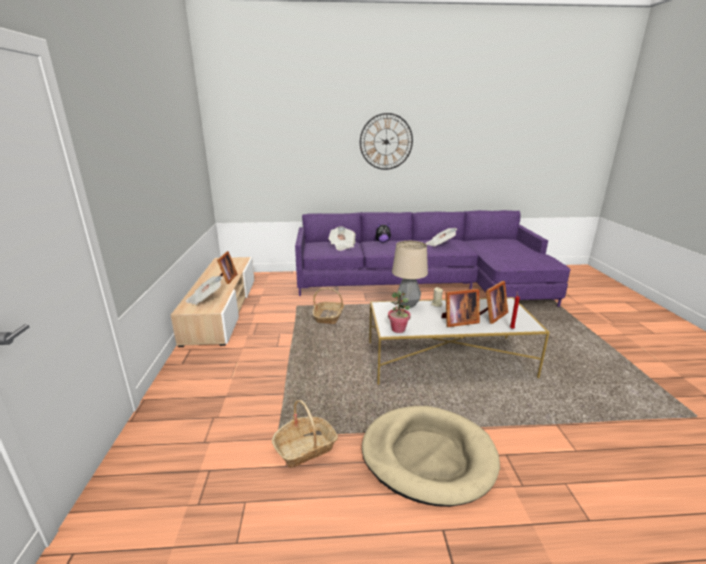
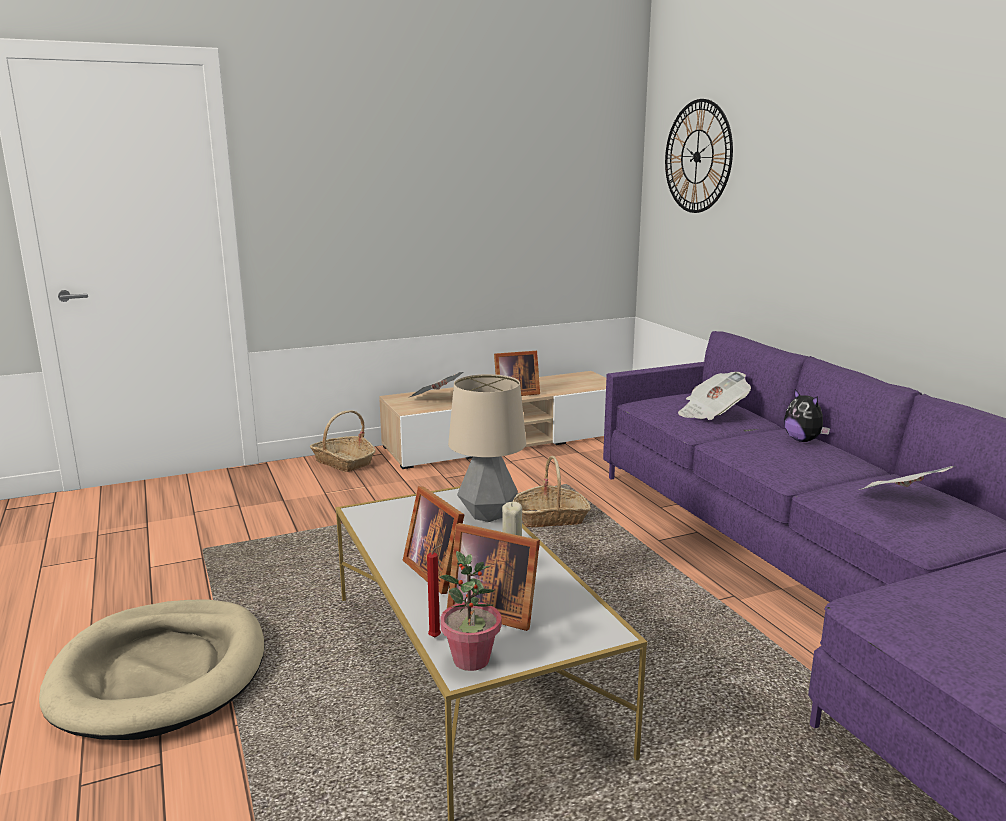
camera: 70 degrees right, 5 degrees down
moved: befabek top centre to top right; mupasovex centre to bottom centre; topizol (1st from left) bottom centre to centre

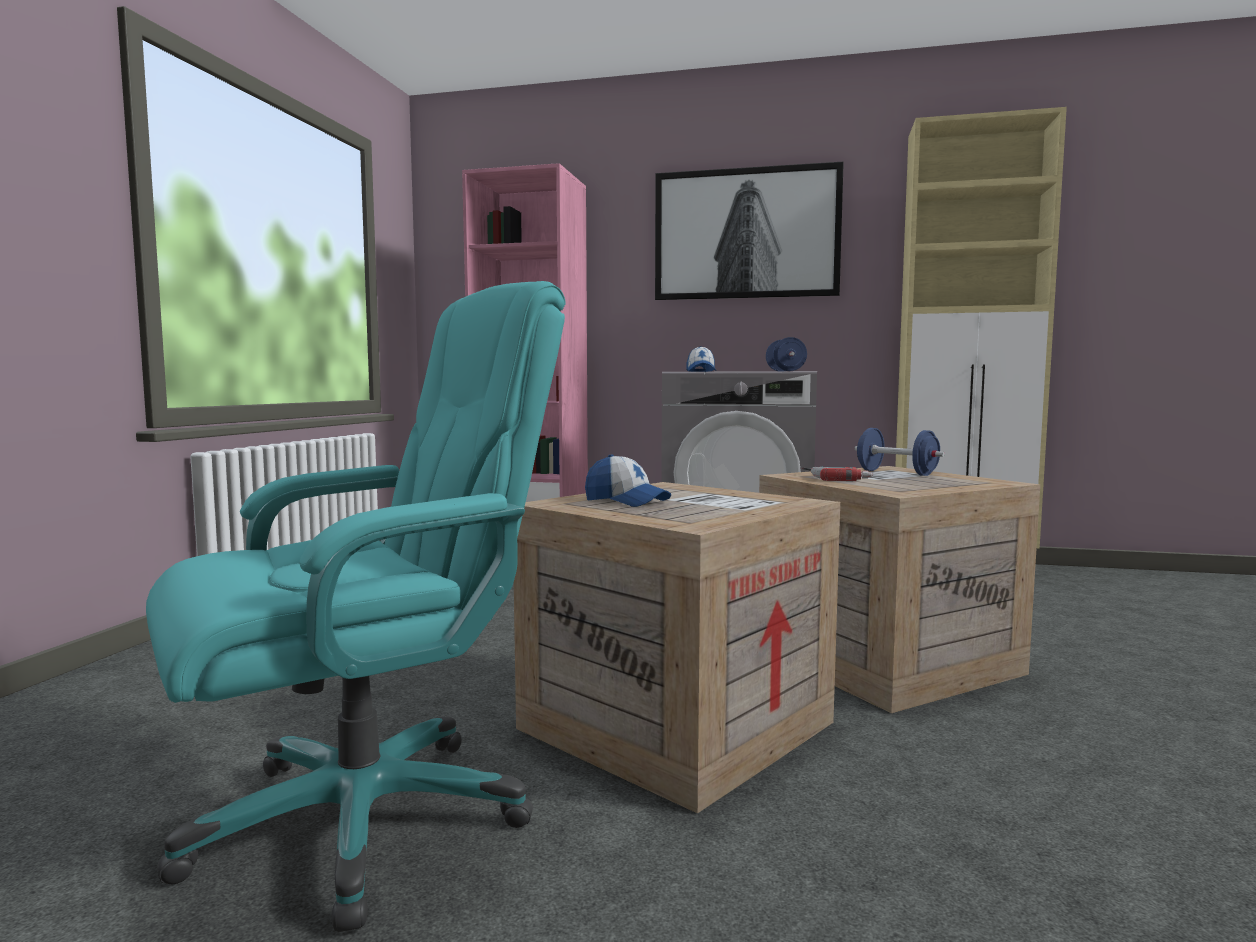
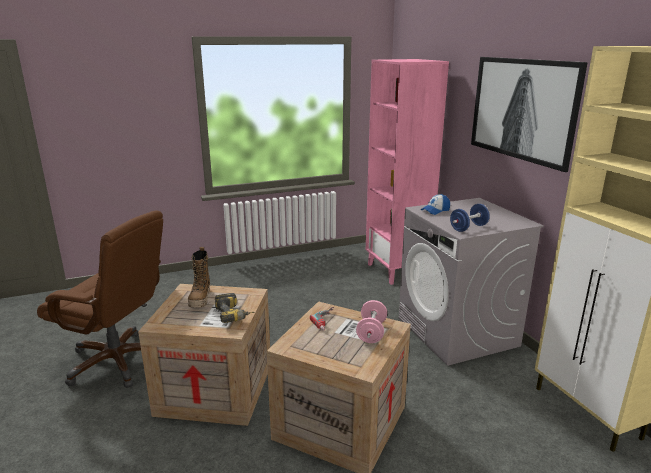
camera: 55 degrees right, 15 degrees up
added: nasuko (1st from left) centre
replaced: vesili (1st from left) centre to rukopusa middle left
recoloured: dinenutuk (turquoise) middle left to dinenutuk (brown) middle left; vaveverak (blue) (2nd from left) middle right to vaveverak (pink) bottom centre

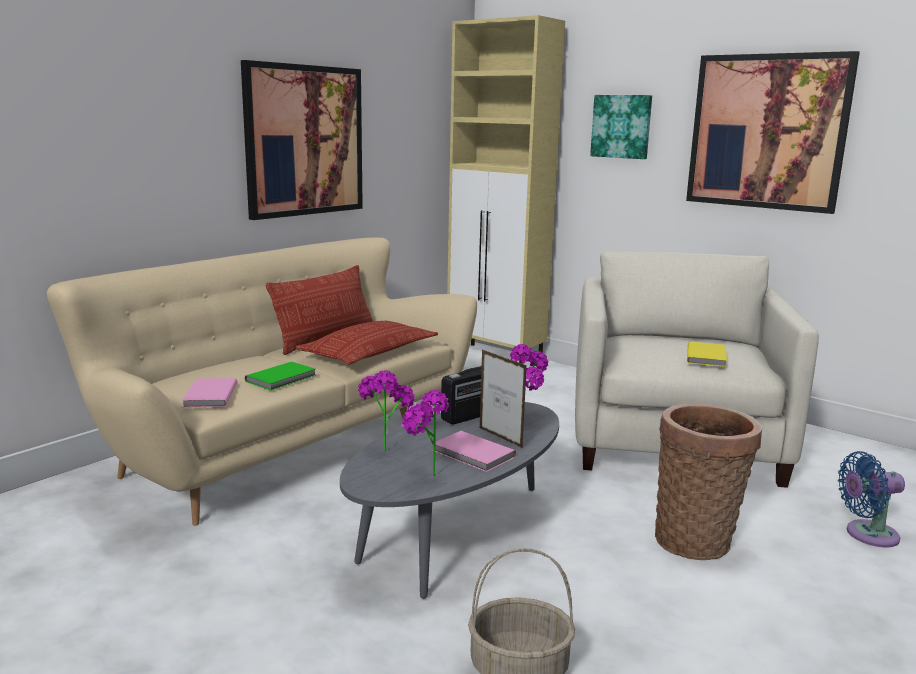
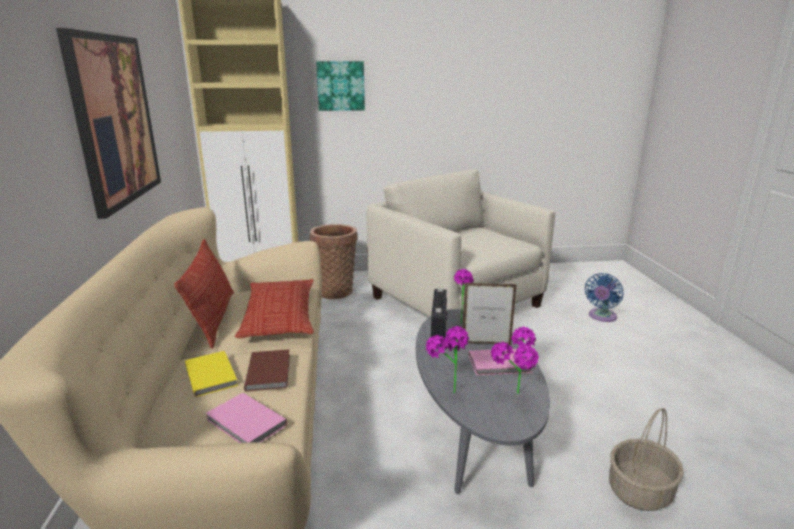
camera: 45 degrees left, 5 degrees up
removed: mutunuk (3rd from left) top right
moved: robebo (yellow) middle right to bottom left; topizol (2nd from left in the first image) bottom right to topizol (1st from left) centre
recoloured: robebo (green) middle left to robebo (brown) bottom centre

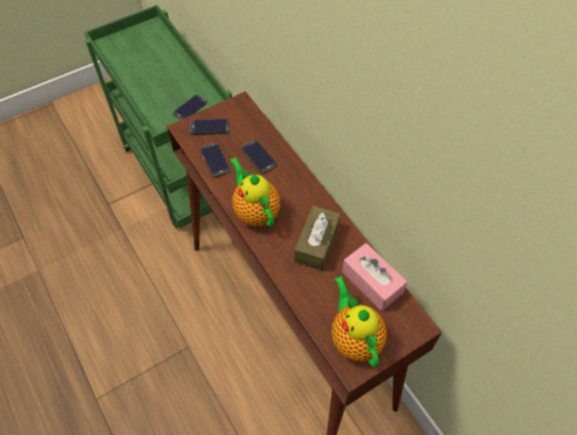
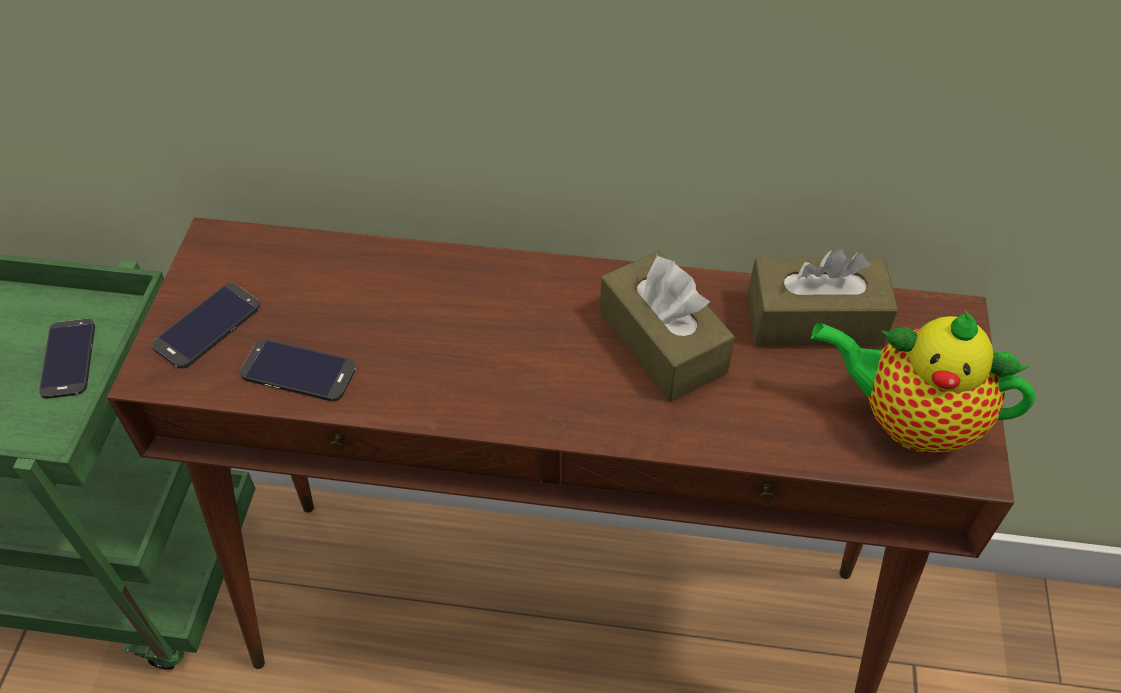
camera: 50 degrees left, 5 degrees down
removed: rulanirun (4th from left) centre; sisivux (1st from left) centre
recoloured: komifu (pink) centre to komifu (brown) (2nd from left) middle right

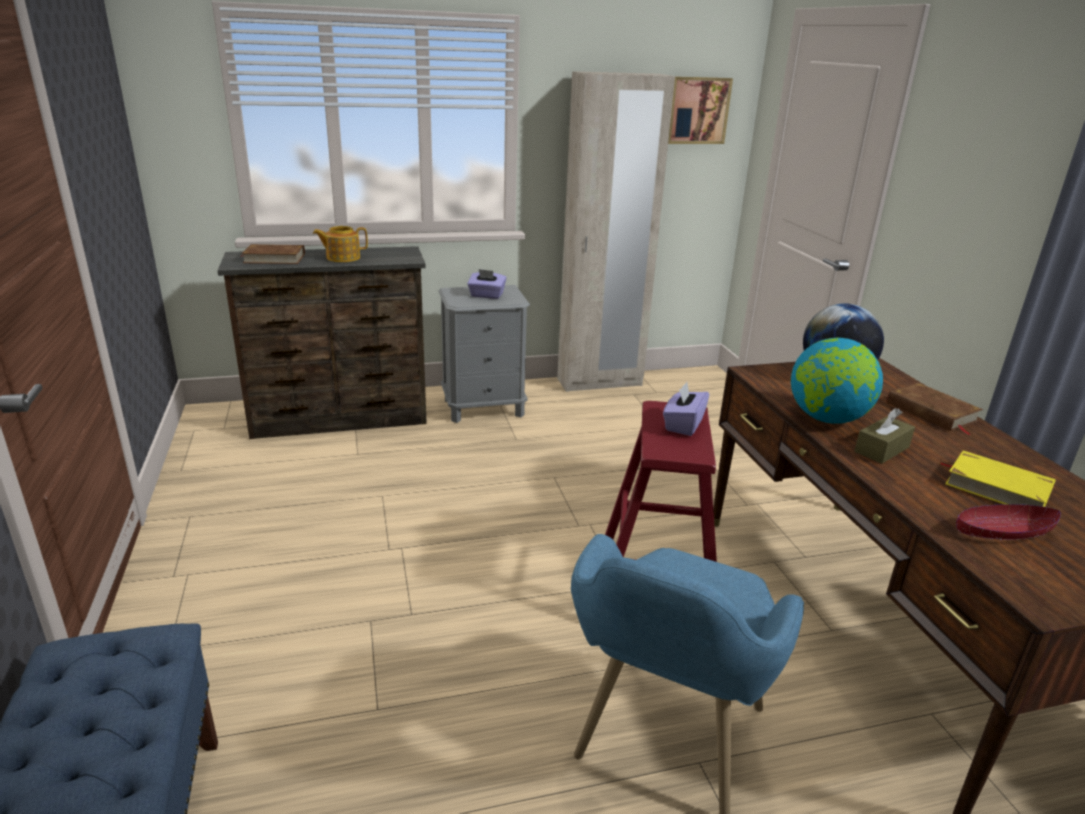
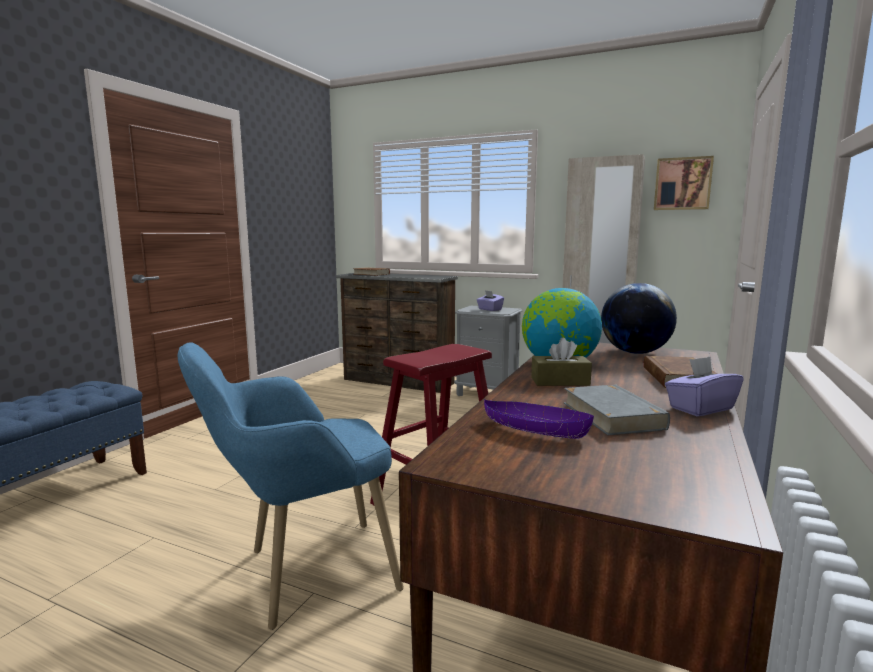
camera: 40 degrees right, 15 degrees down
removed: sisivux top left
moved: komifu (purple) (2nd from left) centre to middle right
recoloured: robebo (yellow) middle right to robebo (grey) middle right; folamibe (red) middle right to folamibe (purple) centre

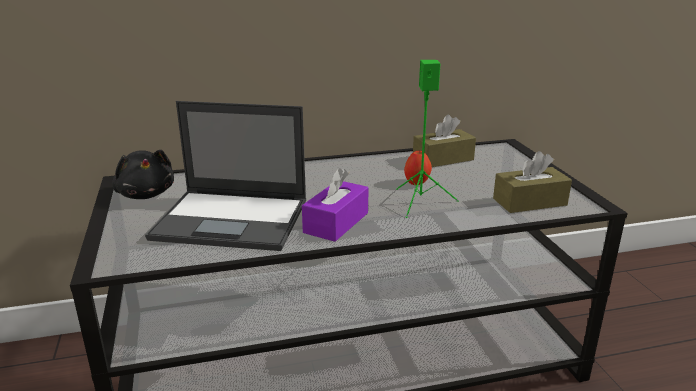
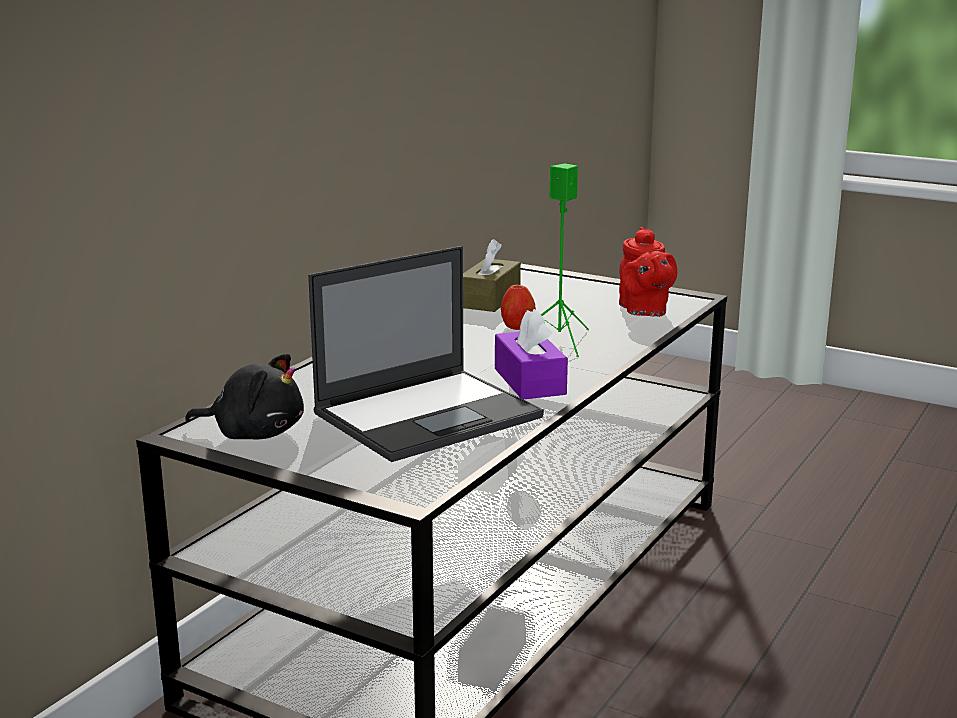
camera: 45 degrees left, 5 degrees down
replaced: komifu (brown) (2nd from left) middle right to sisivux (red) middle right

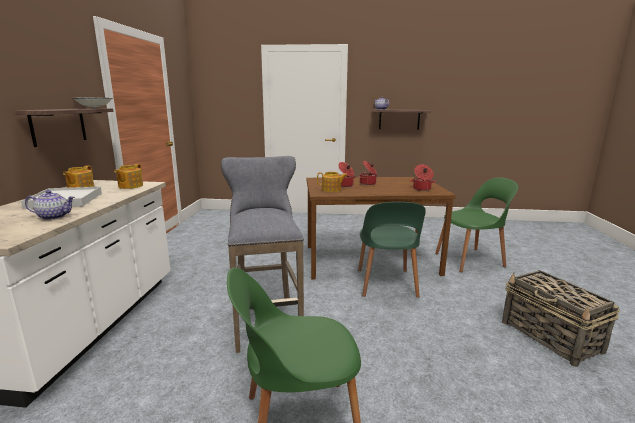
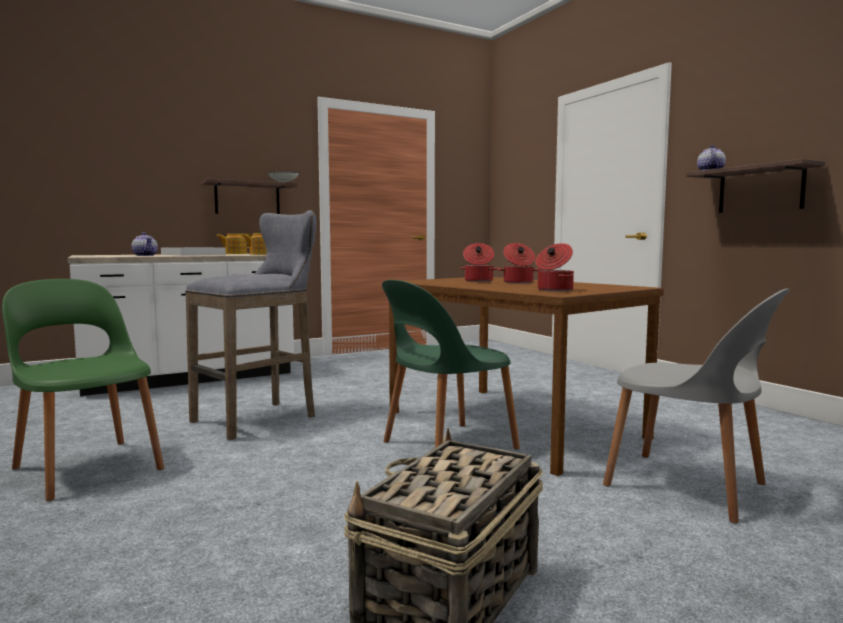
camera: 55 degrees right, 10 degrees down
removed: sisivux (4th from left) centre
recoloured: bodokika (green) (3rd from left) middle right to bodokika (grey) middle right

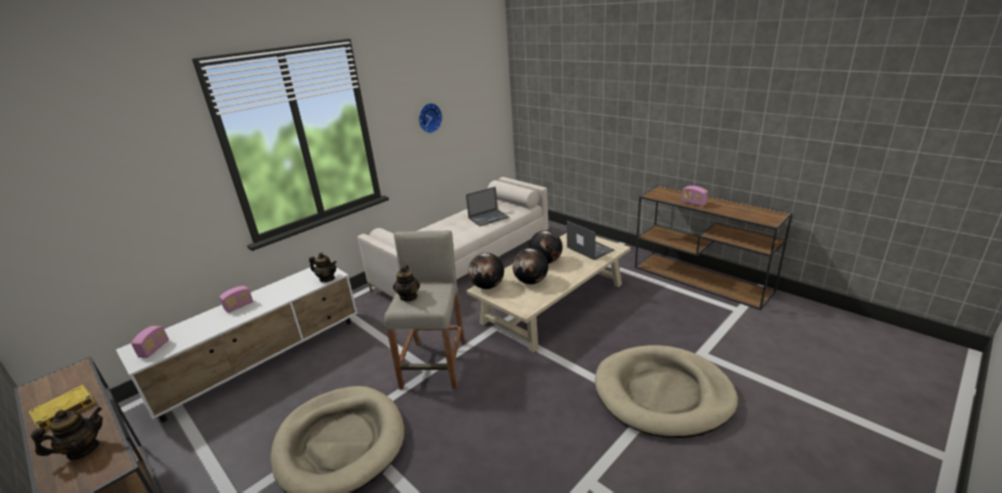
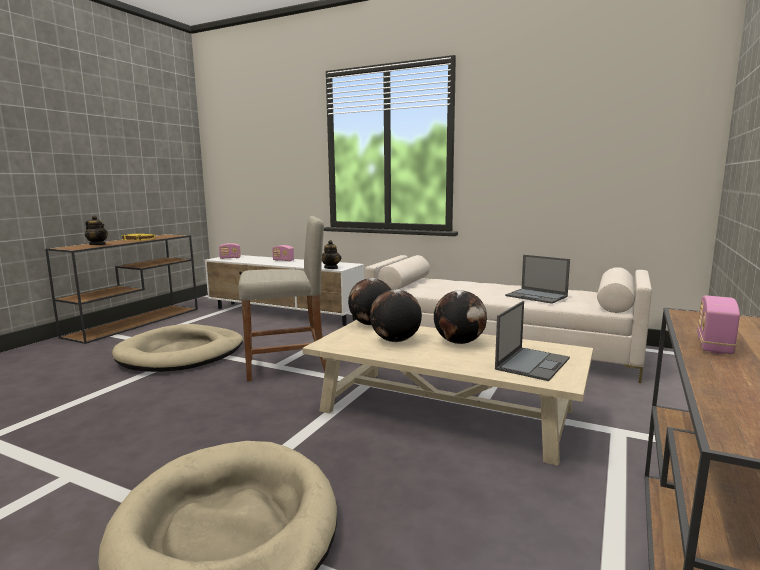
camera: 70 degrees right, 15 degrees down
removed: befabek top centre; sisivux (3rd from left) centre

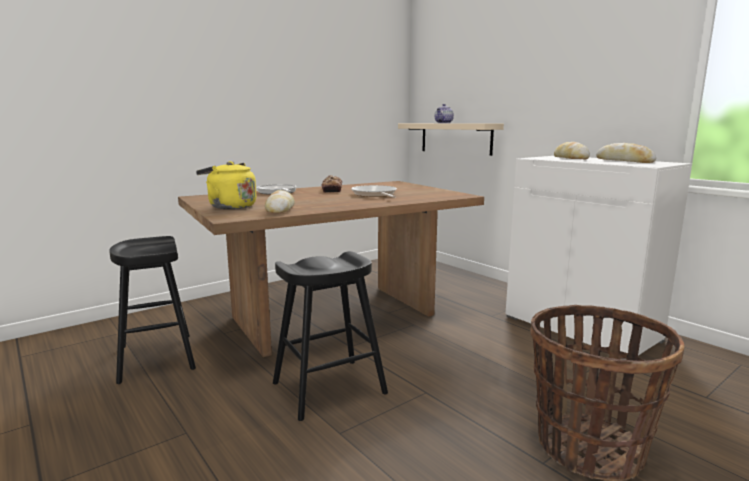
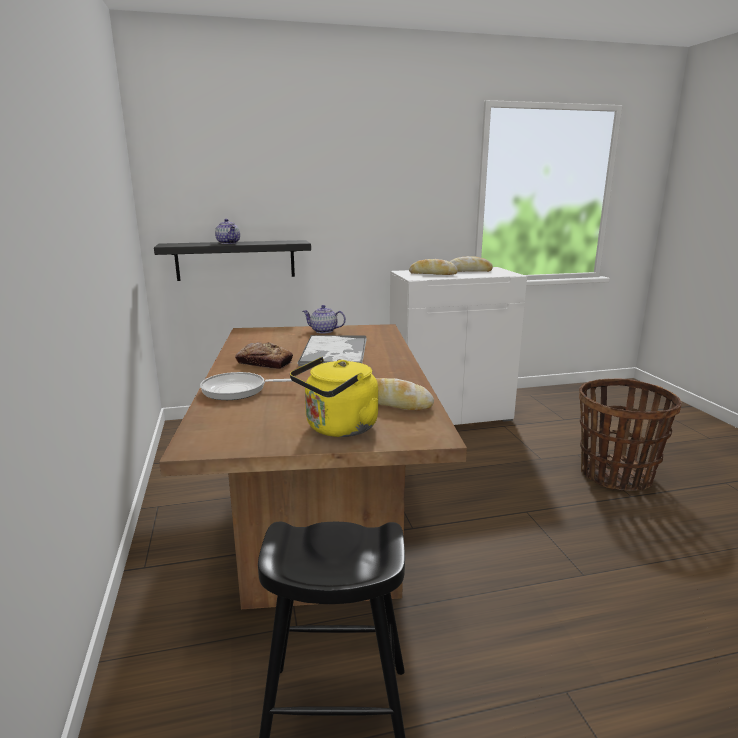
camera: 65 degrees left, 5 degrees up
removed: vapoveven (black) (2nd from left) bottom centre
added: sisivux (2nd from left) centre
replaced: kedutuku (2nd from left) centre to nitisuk centre
recoloured: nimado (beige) top centre to nimado (black) middle left

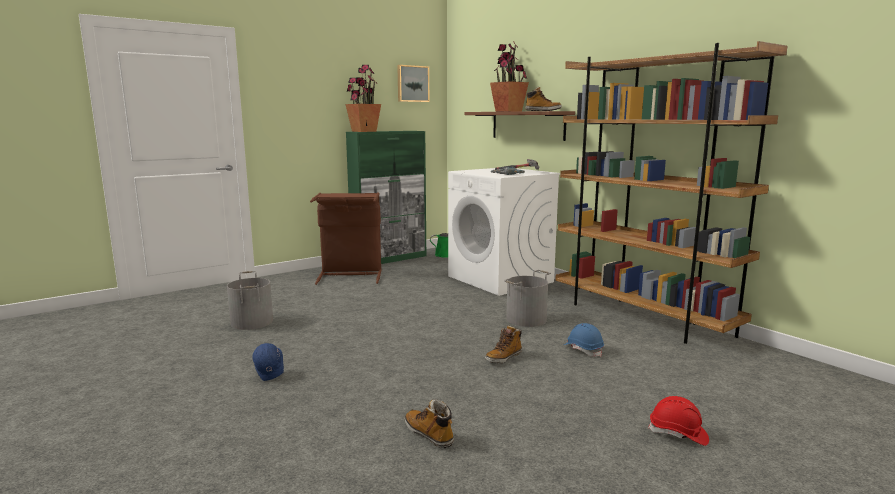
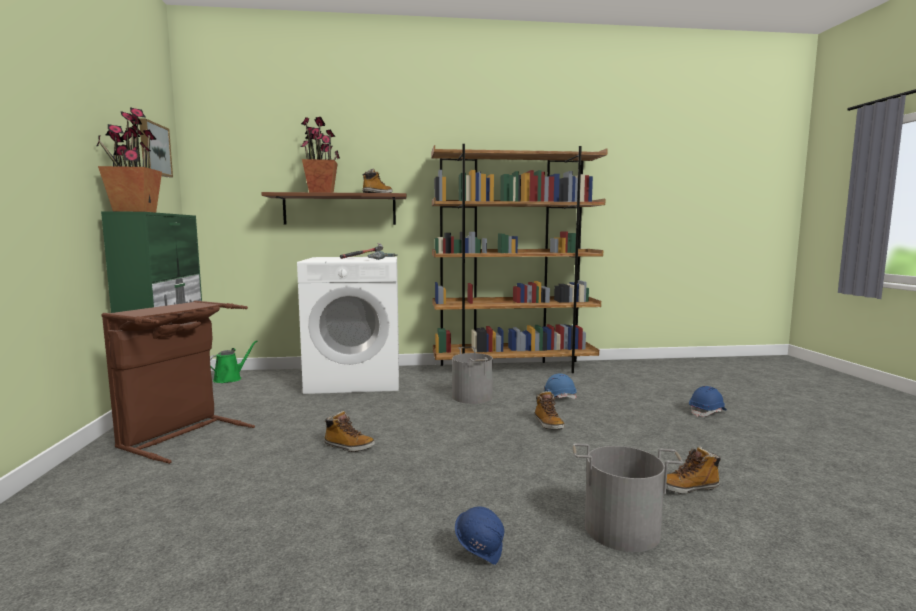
camera: 60 degrees left, 5 degrees down
added: rukopusa (1st from left) bottom centre
moved: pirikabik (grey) (1st from left in the first image) middle left to pirikabik (grey) (2nd from left) bottom right
recoloured: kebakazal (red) bottom right to kebakazal (blue) (3rd from left) middle right

